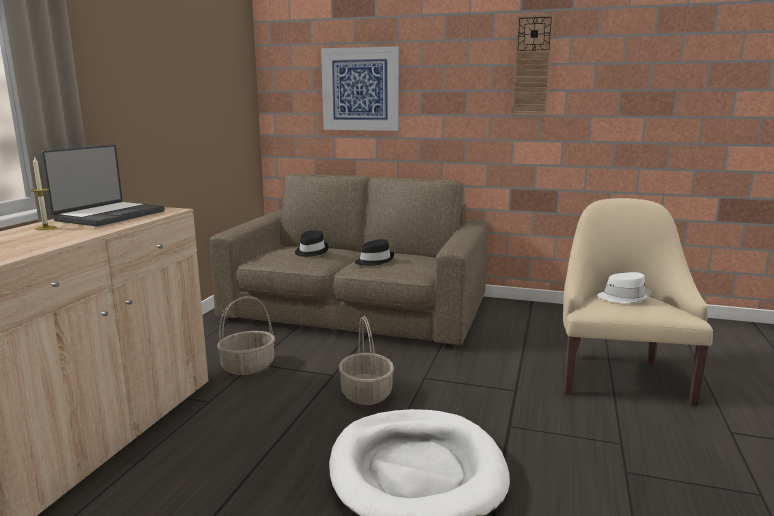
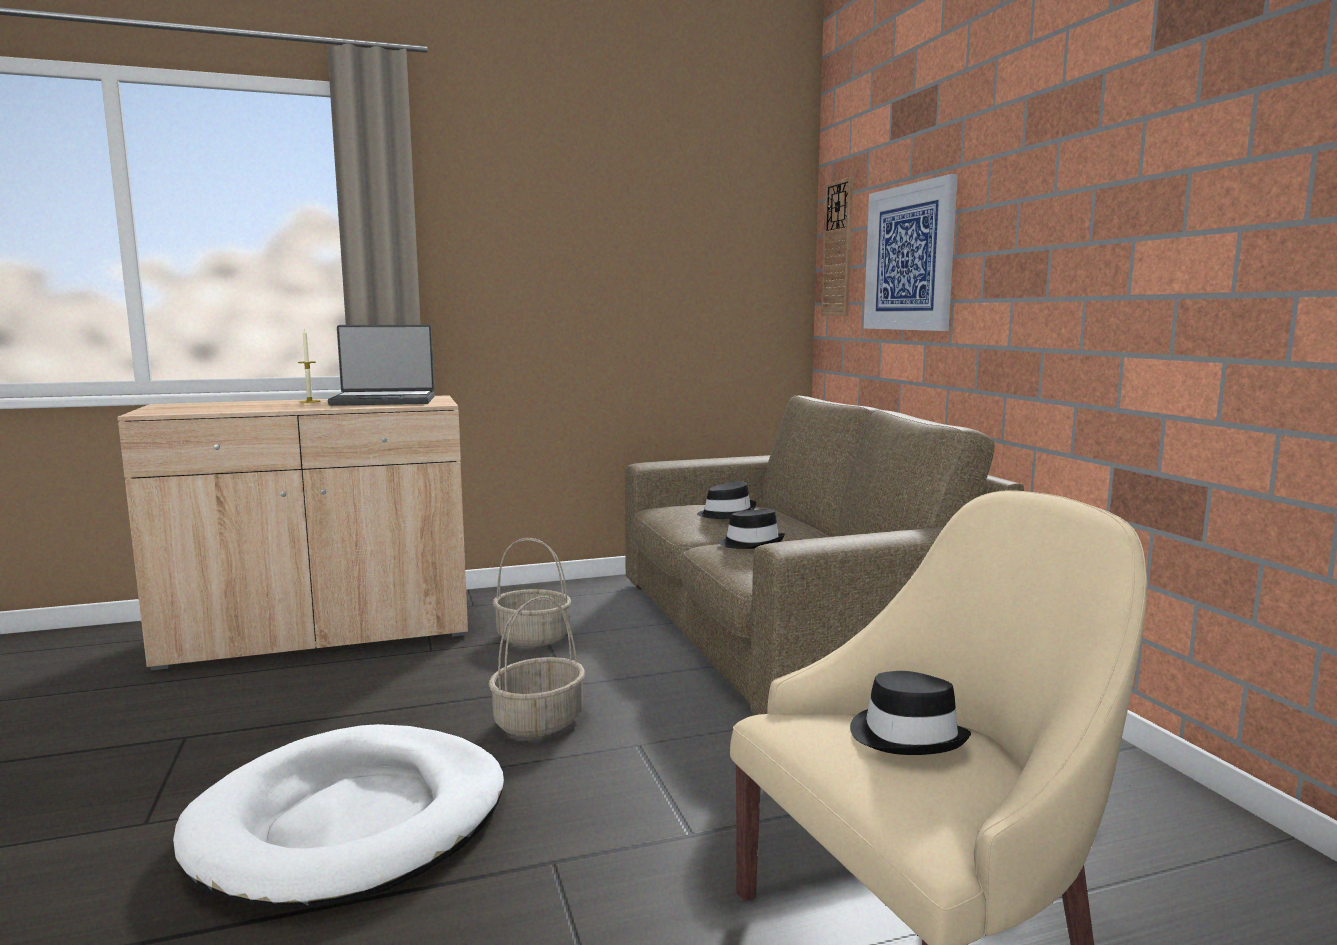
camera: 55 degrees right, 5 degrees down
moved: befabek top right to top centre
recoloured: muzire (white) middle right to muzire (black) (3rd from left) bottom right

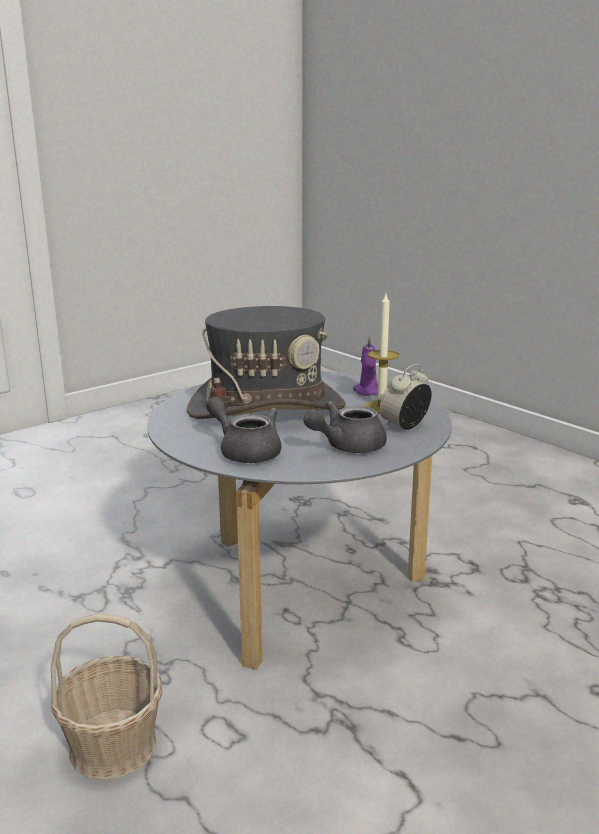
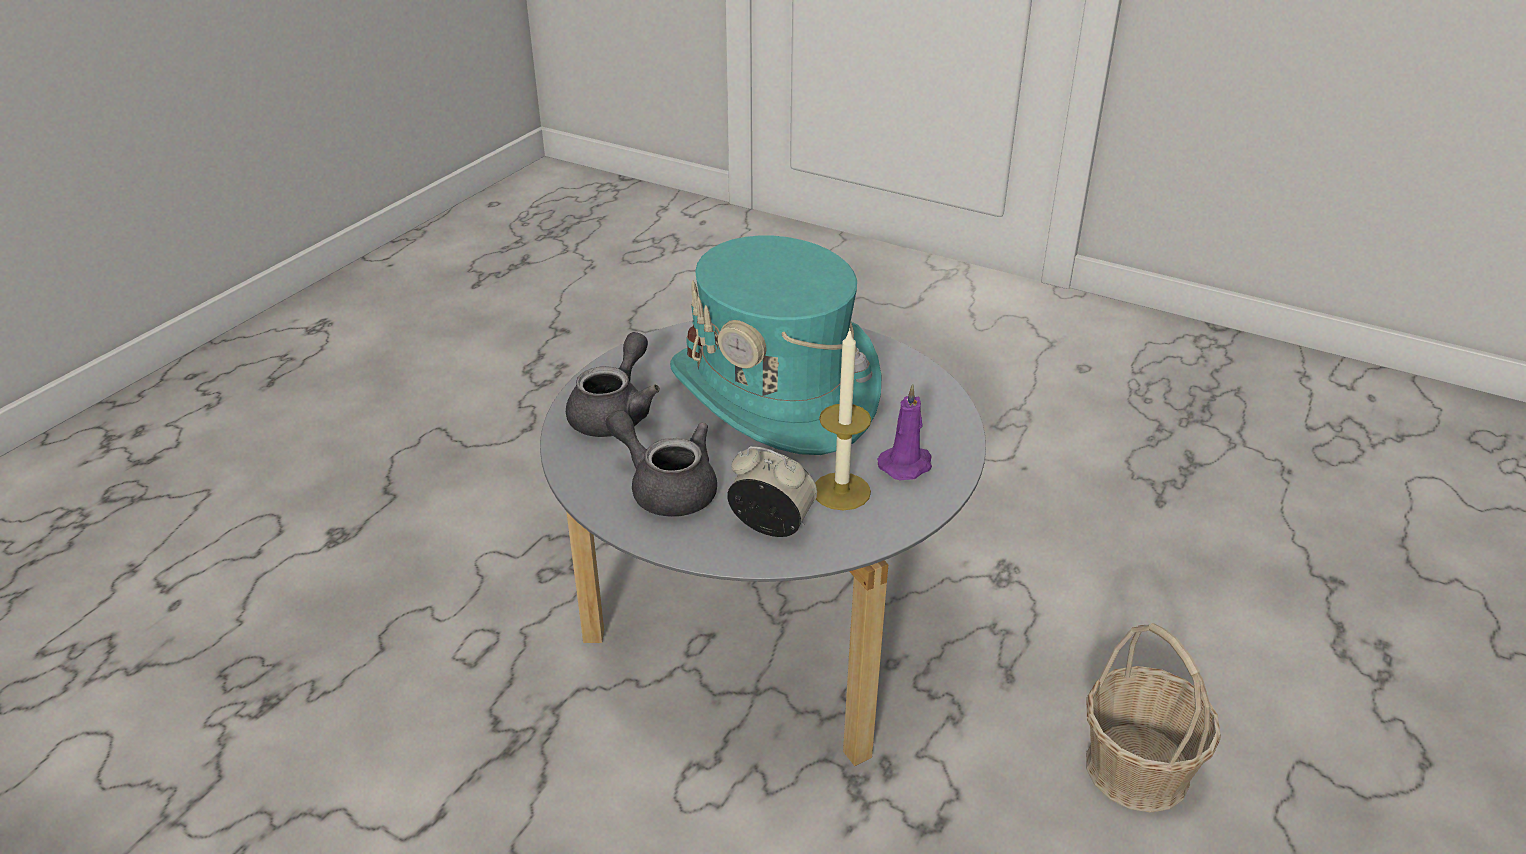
camera: 70 degrees right, 15 degrees up
moved: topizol bottom left to bottom right
recoloured: muzire (grey) centre to muzire (turquoise) centre

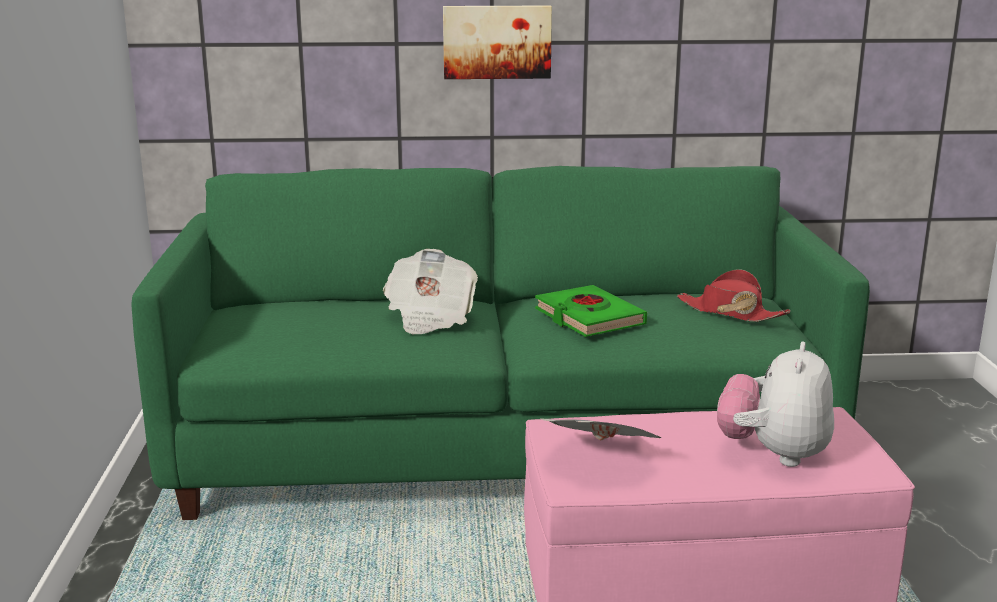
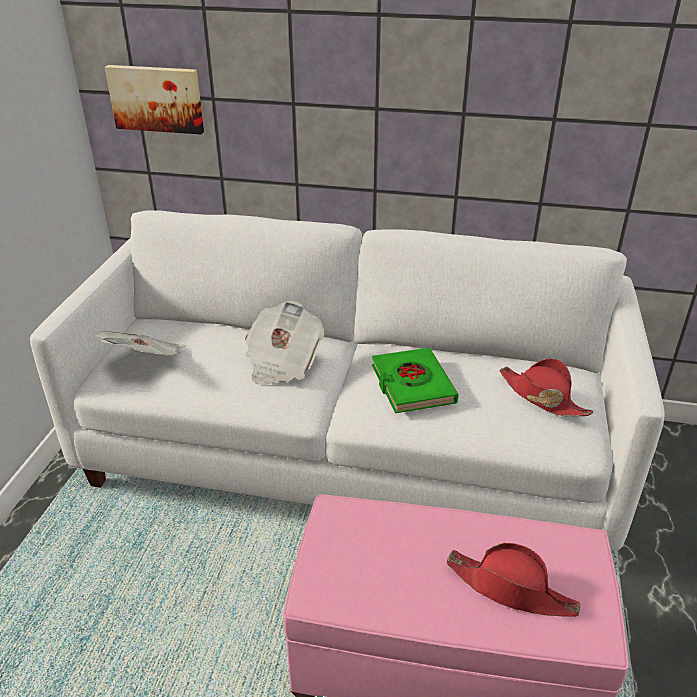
camera: 15 degrees right, 15 degrees up
moved: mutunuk top centre to top left; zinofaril (2nd from left in the first image) bottom centre to zinofaril (1st from left) middle left
replaced: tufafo bottom right to muzire (red) (1st from left) bottom right
recoloured: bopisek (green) centre to bopisek (white) centre

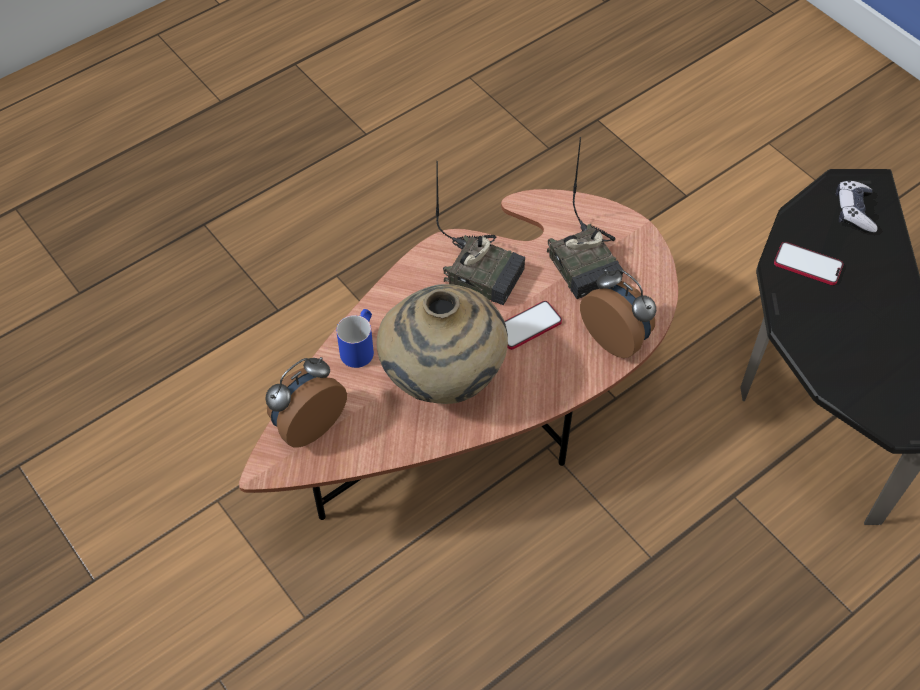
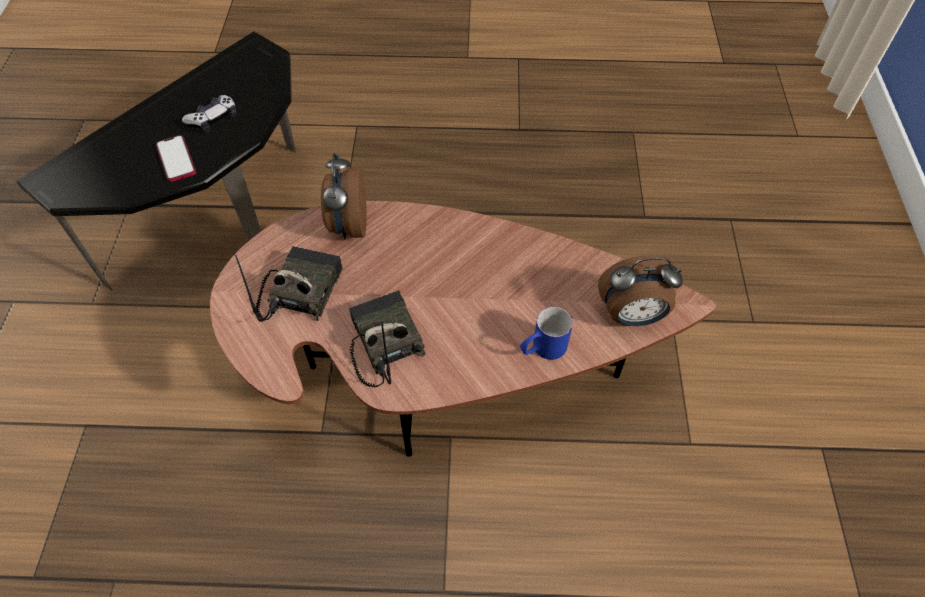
camera: 140 degrees left, 0 degrees up
removed: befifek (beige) centre; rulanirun (1st from left) centre
moved: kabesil top right to top left

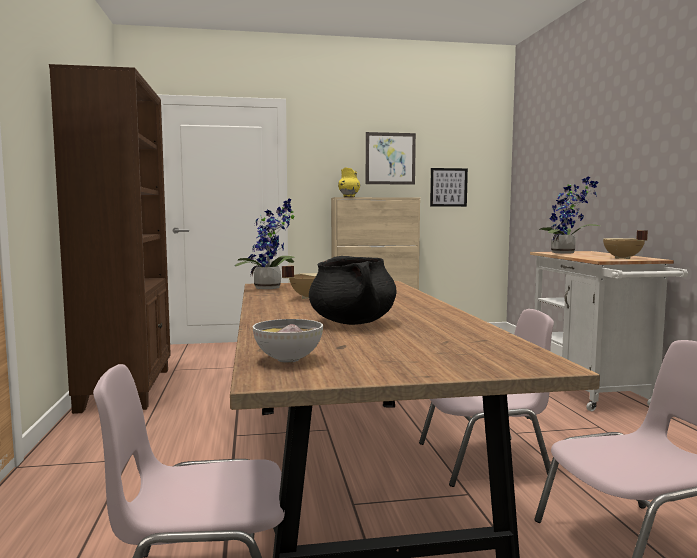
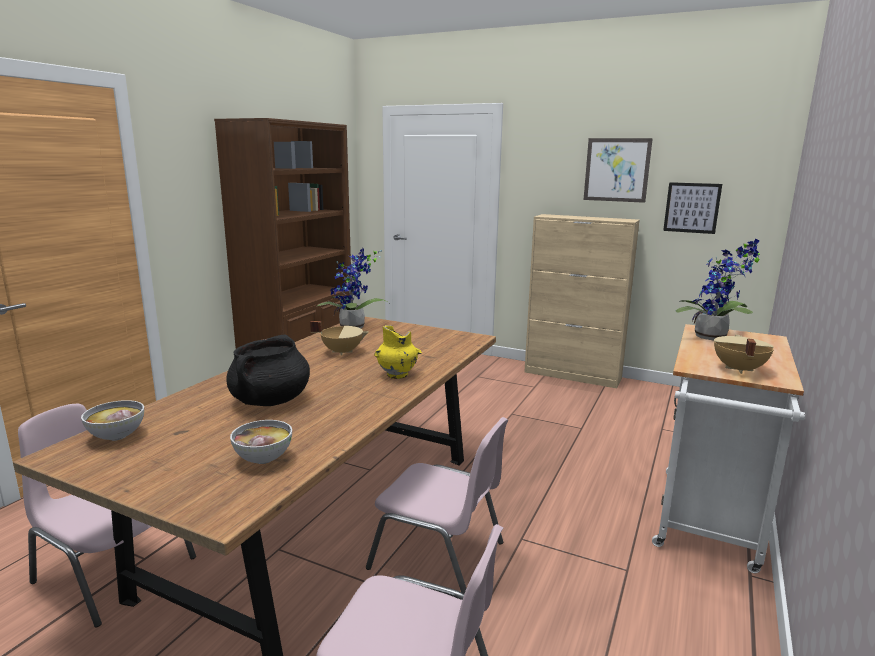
camera: 35 degrees right, 10 degrees up
added: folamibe (2nd from left) bottom left
moved: befifek (yellow) top centre to centre

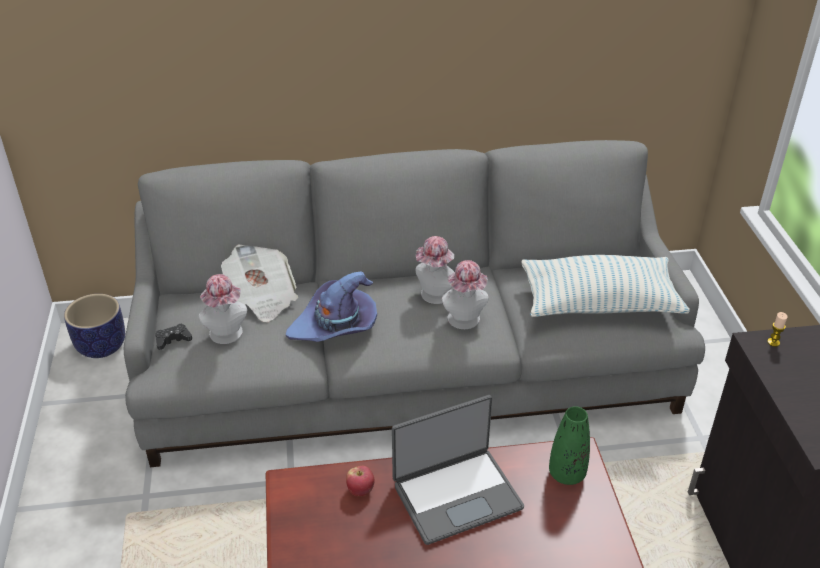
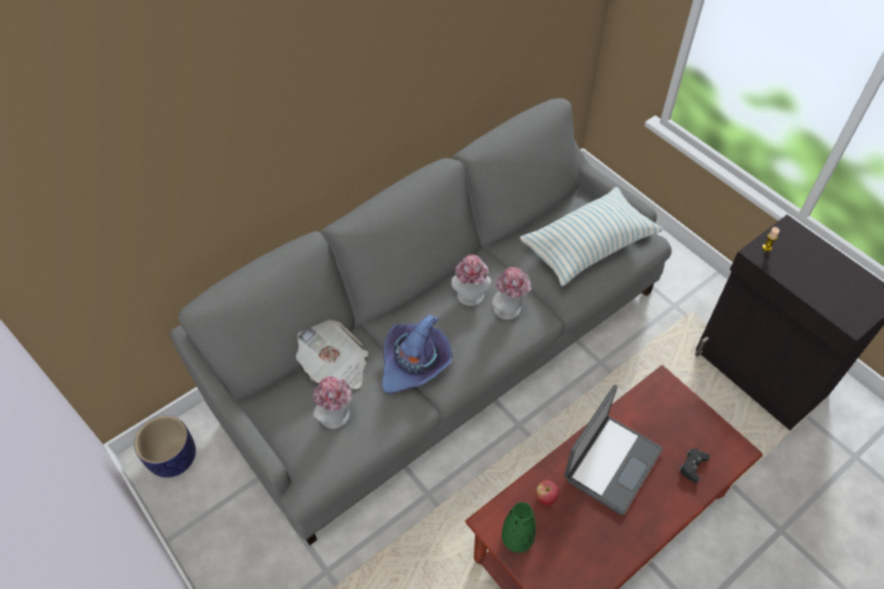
camera: 30 degrees left, 15 degrees up
moved: kabesil (black) middle left to bottom right; befifek (green) bottom right to bottom centre

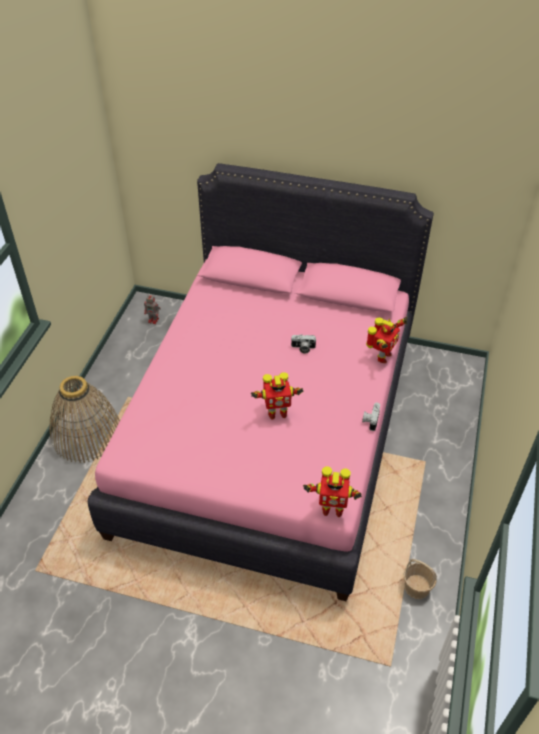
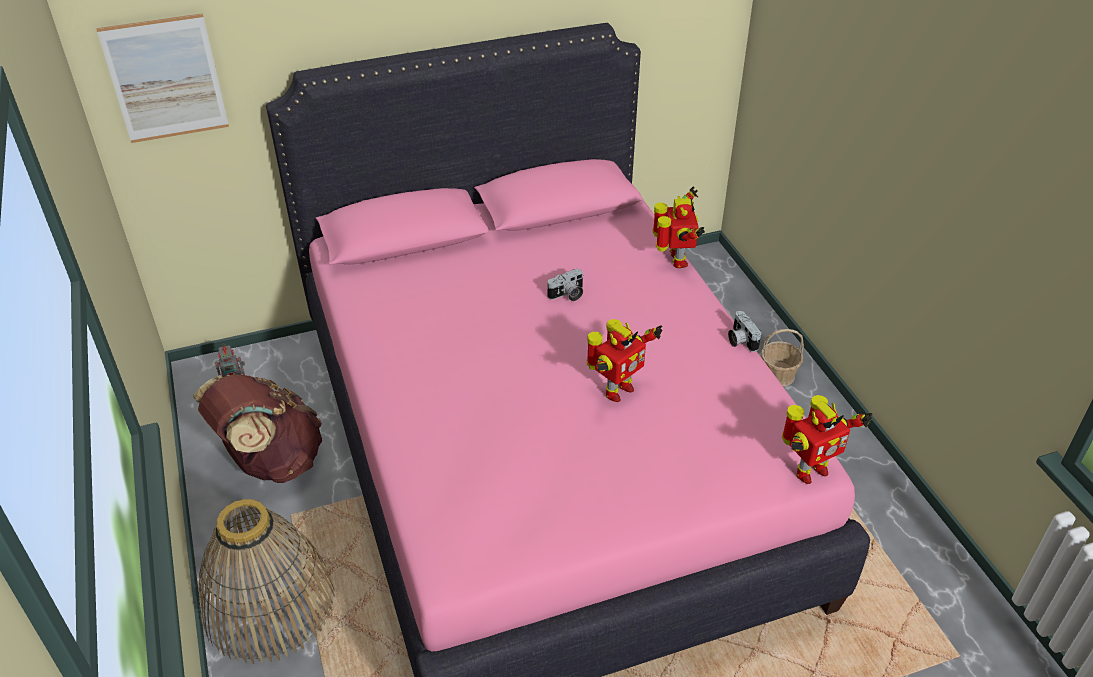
camera: 35 degrees left, 5 degrees down
added: mutunuk top left; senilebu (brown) middle left
moved: topizol (2nd from left) bottom right to middle right

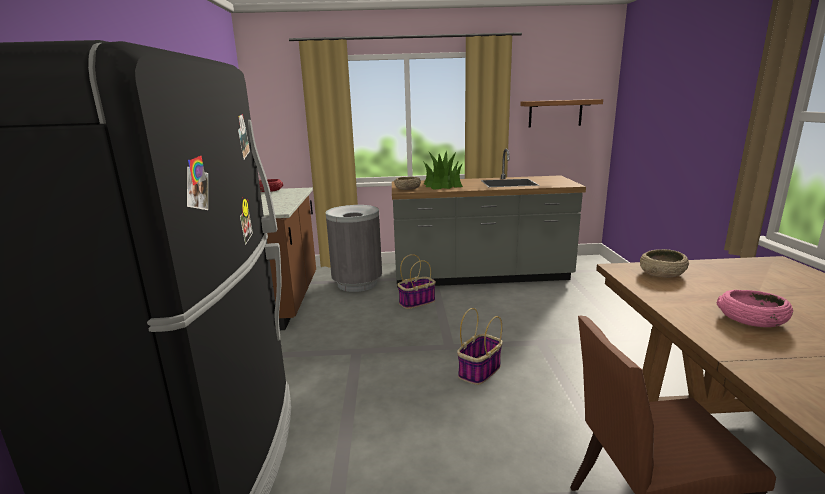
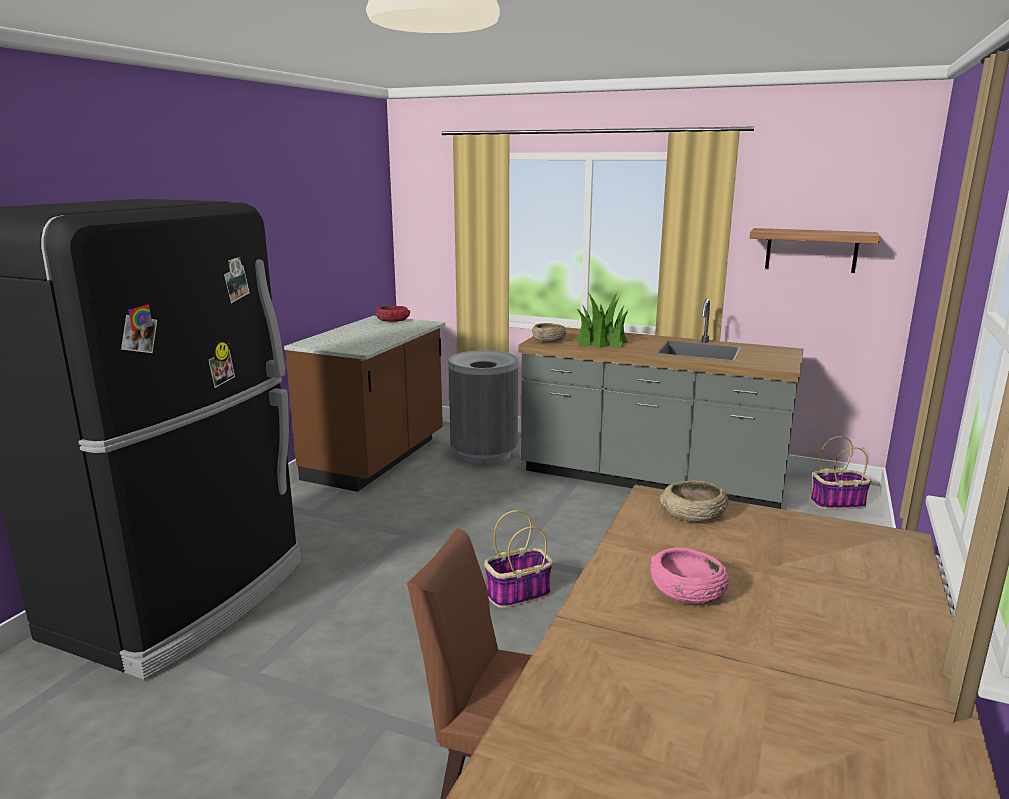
camera: 25 degrees right, 0 degrees up
moved: topizol (1st from left in the first image) centre to topizol (2nd from left) middle right

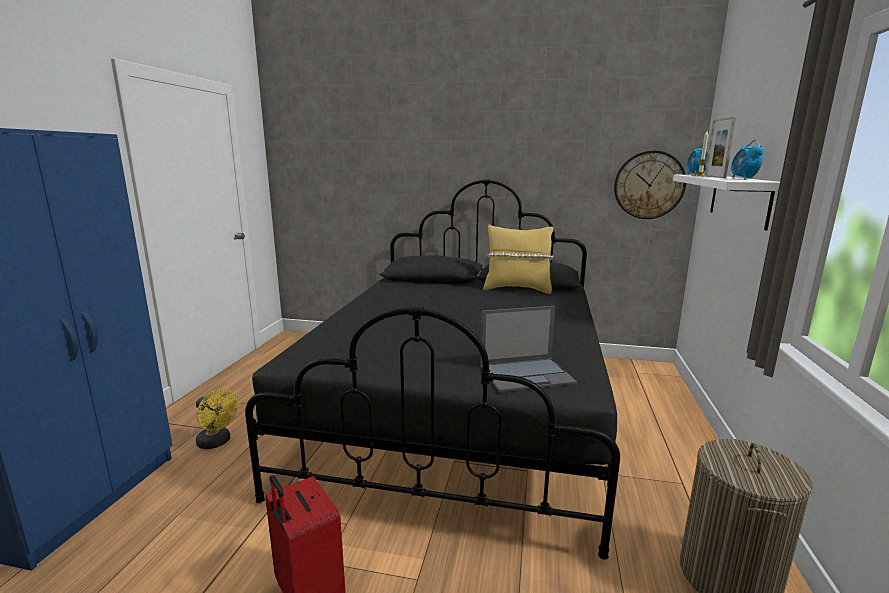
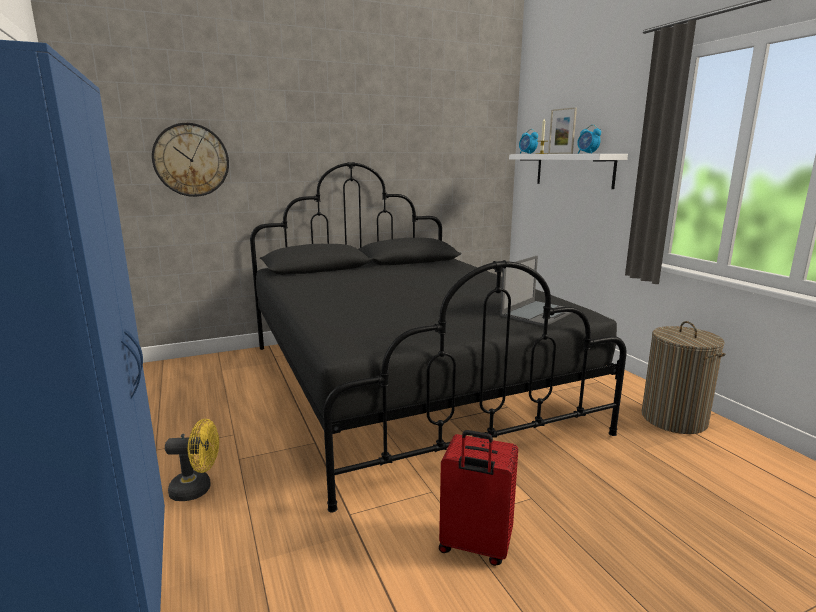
camera: 35 degrees left, 0 degrees up
removed: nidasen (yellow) centre
moved: befabek top right to top left

